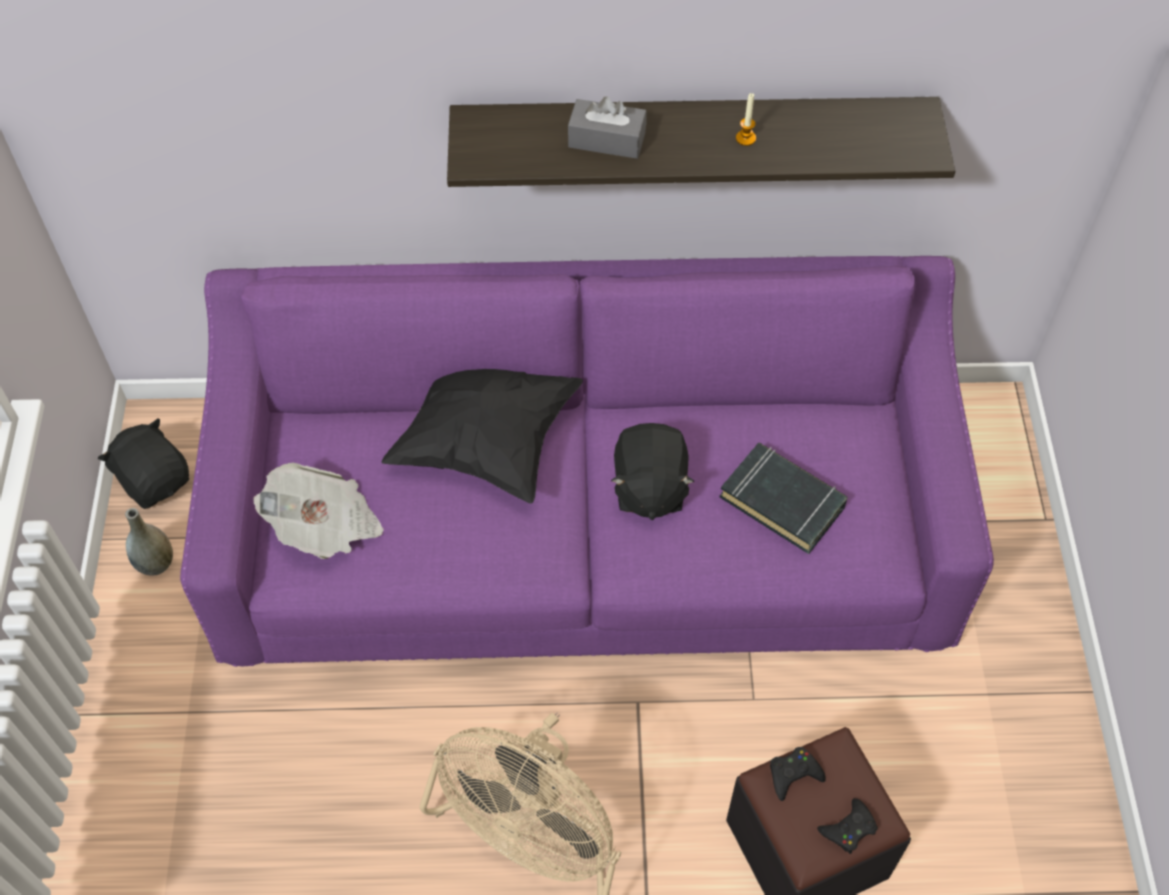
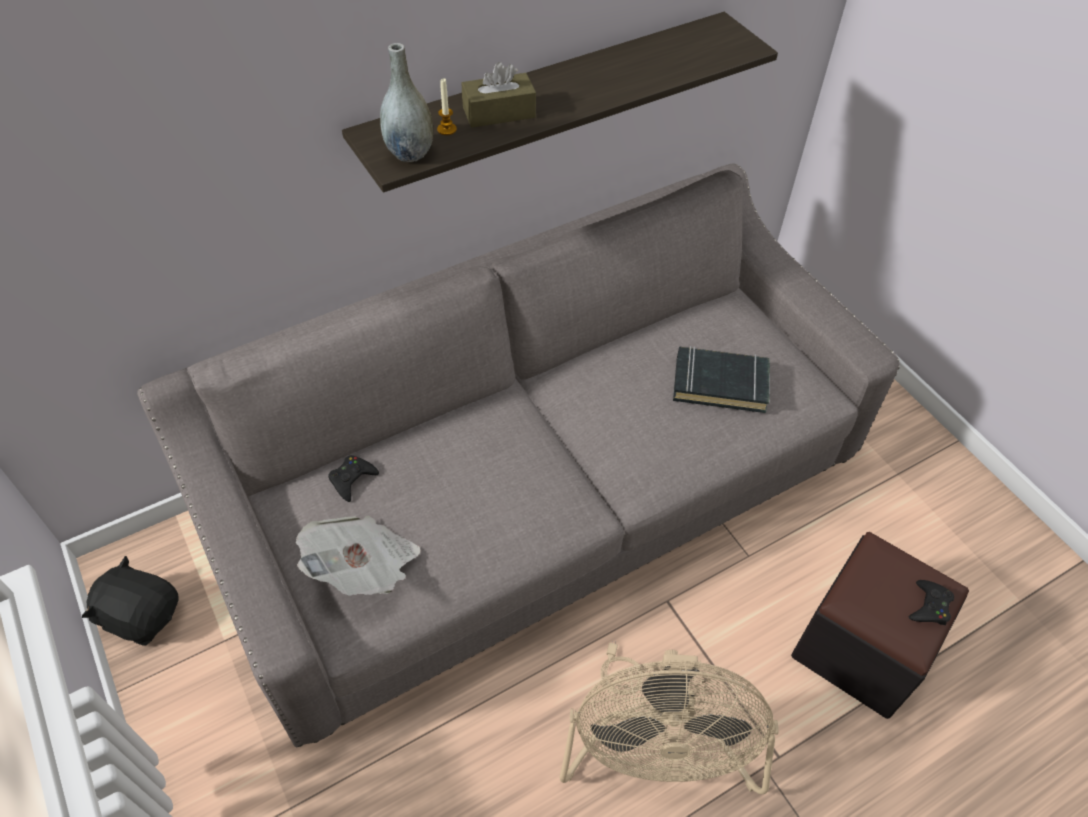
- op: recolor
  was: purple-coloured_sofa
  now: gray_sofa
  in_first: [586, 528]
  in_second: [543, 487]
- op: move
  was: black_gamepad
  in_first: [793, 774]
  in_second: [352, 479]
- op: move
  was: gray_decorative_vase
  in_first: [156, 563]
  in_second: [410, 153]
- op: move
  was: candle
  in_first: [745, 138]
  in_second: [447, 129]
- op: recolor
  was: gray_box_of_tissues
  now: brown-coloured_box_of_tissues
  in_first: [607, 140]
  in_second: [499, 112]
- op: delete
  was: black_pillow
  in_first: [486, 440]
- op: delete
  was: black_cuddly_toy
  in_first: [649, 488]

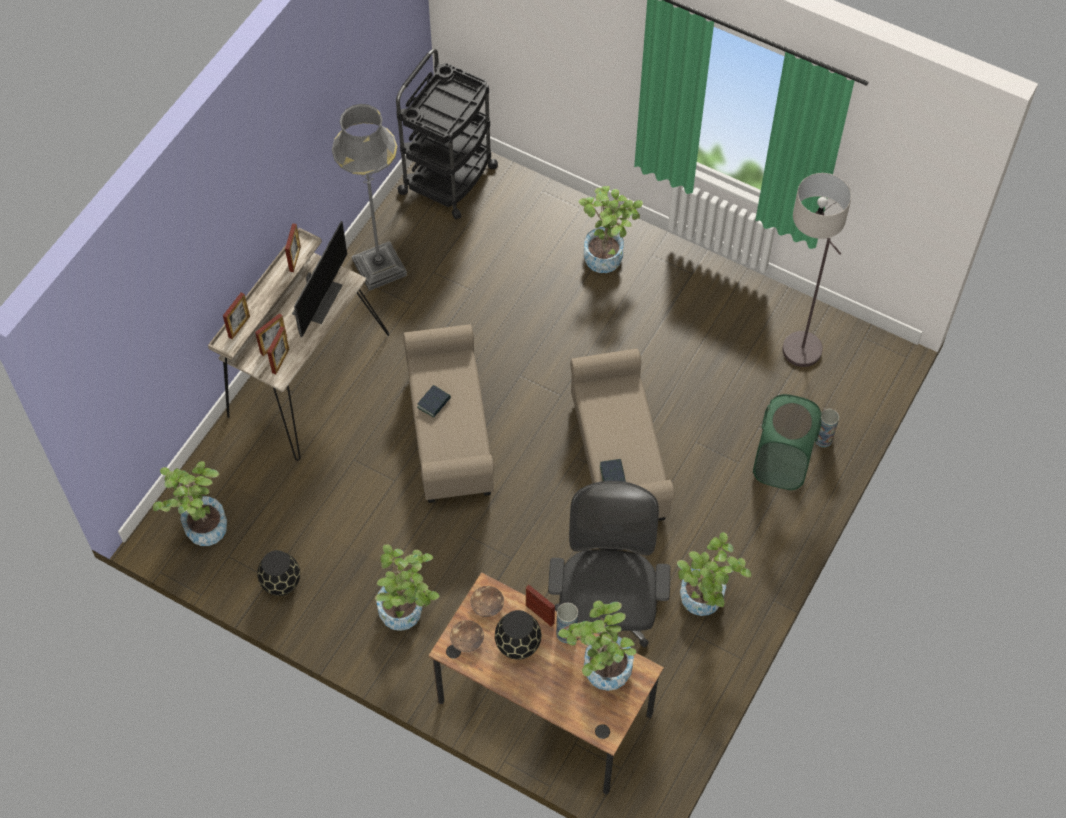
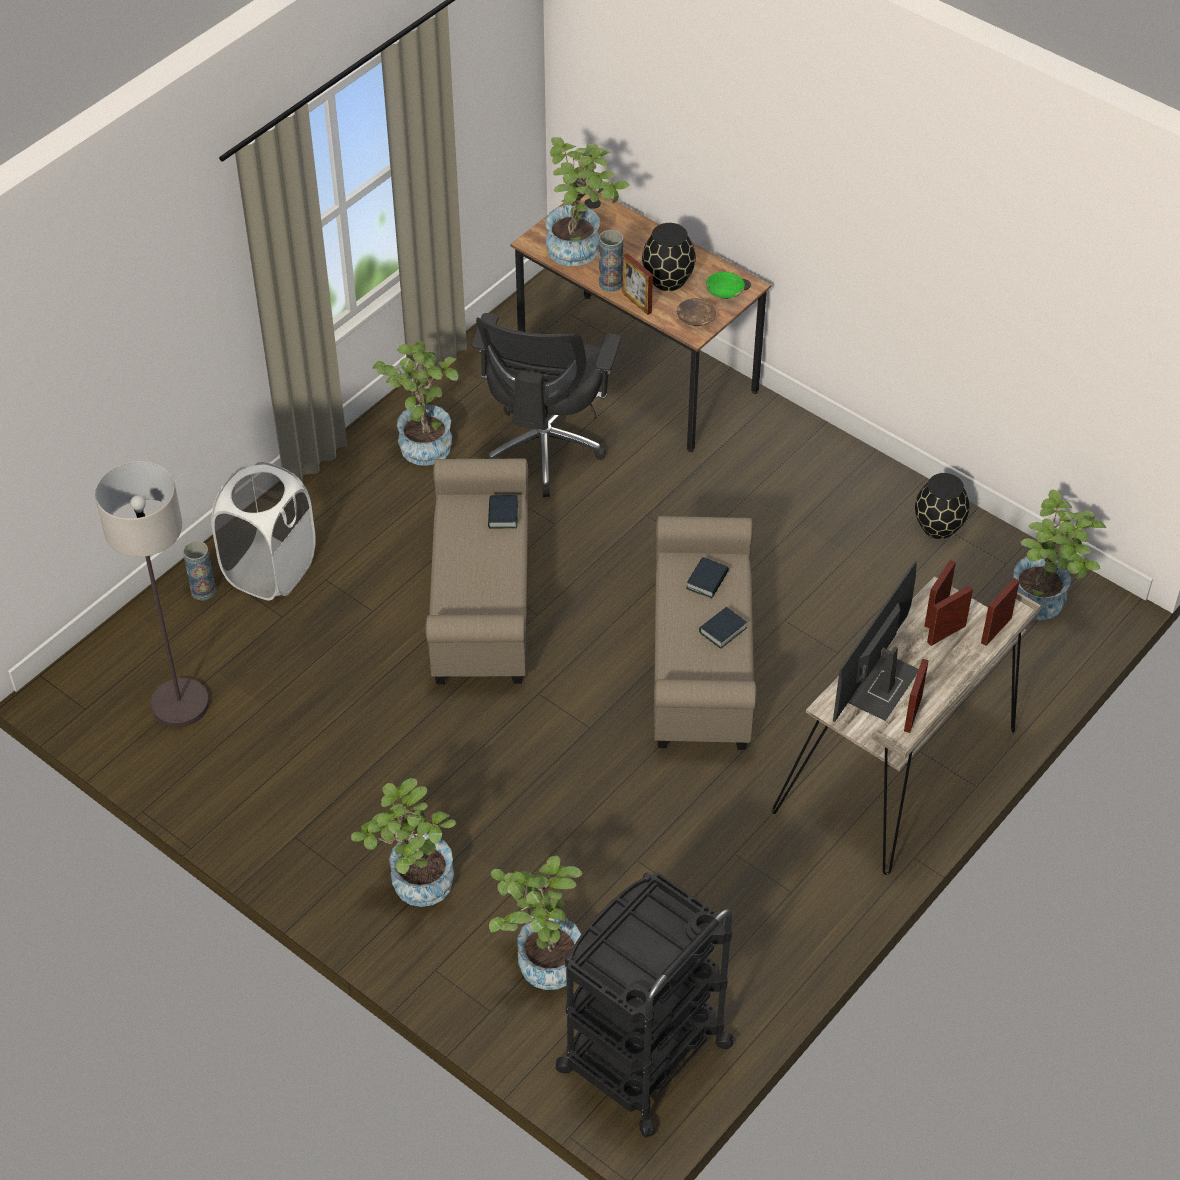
- op: recolor
  was: greenish_washing_basket
  now: white_washing_basket
  in_first: [781, 464]
  in_second: [270, 570]
- op: move
  was: houseplant
  in_first: [407, 612]
  in_second: [540, 960]
- op: insert
  now: bound_book
  in_second: [707, 581]
- op: recolor
  was: brown-coloured_bowl
  now: greenish_bowl
  in_first: [467, 638]
  in_second: [724, 292]
- op: delete
  was: gray_floor_lamp
  in_first: [379, 267]

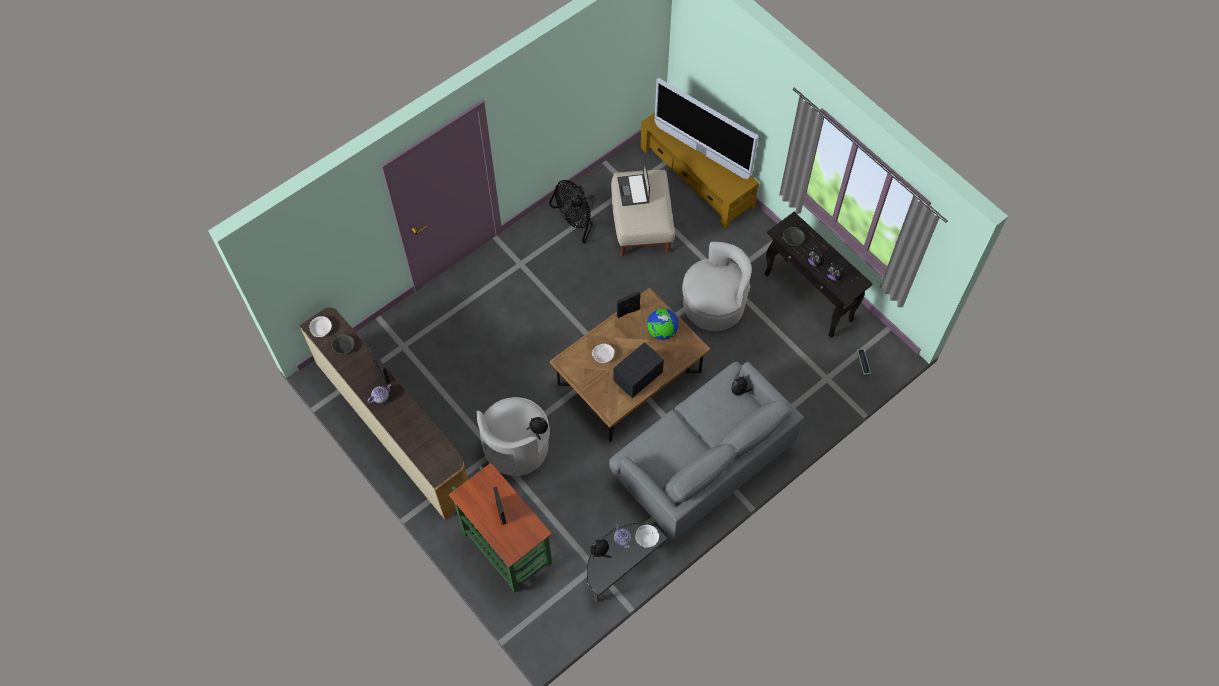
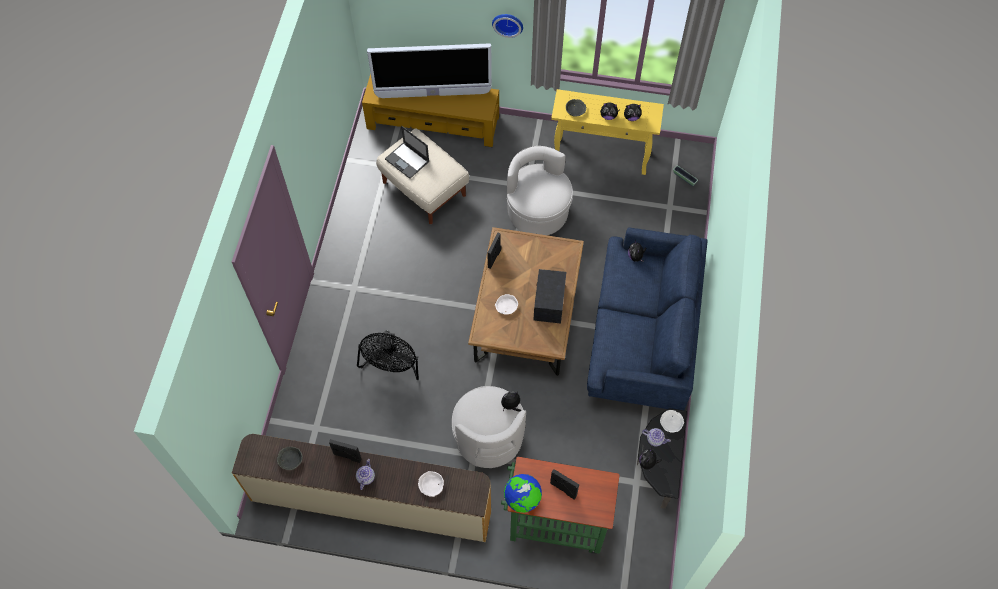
- op: move
  was: black_fan
  in_first: [576, 218]
  in_second: [390, 362]
- op: move
  was: white_bowl
  in_first: [321, 328]
  in_second: [431, 485]
- op: insert
  now: clock_on_the_wall
  in_second: [508, 23]
- op: move
  was: desk_globe
  in_first: [662, 331]
  in_second: [522, 499]
- op: rotate
  was: white_easy_chair
  in_first: [713, 306]
  in_second: [538, 213]
  clockwise: -45
- op: recolor
  was: black_console_table
  now: yellow_console_table
  in_first: [809, 297]
  in_second: [602, 156]
- op: recolor
  was: gray_sofa
  now: blue_sofa
  in_first: [703, 463]
  in_second: [641, 337]

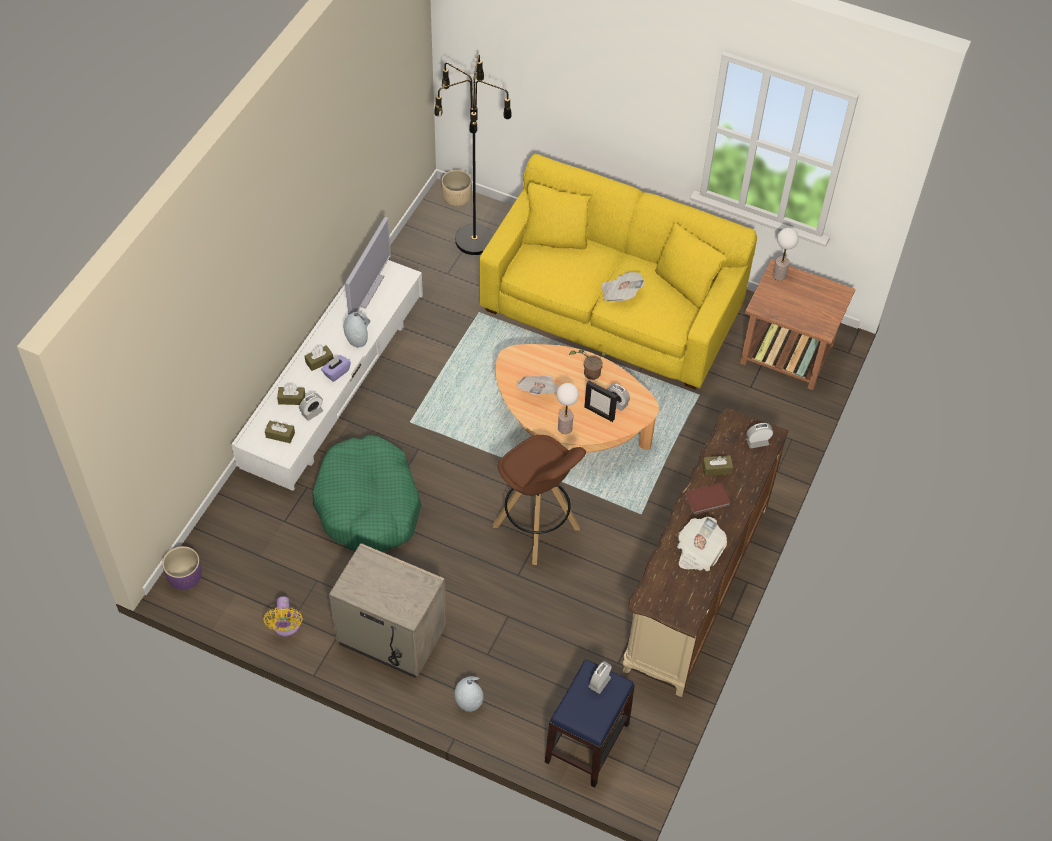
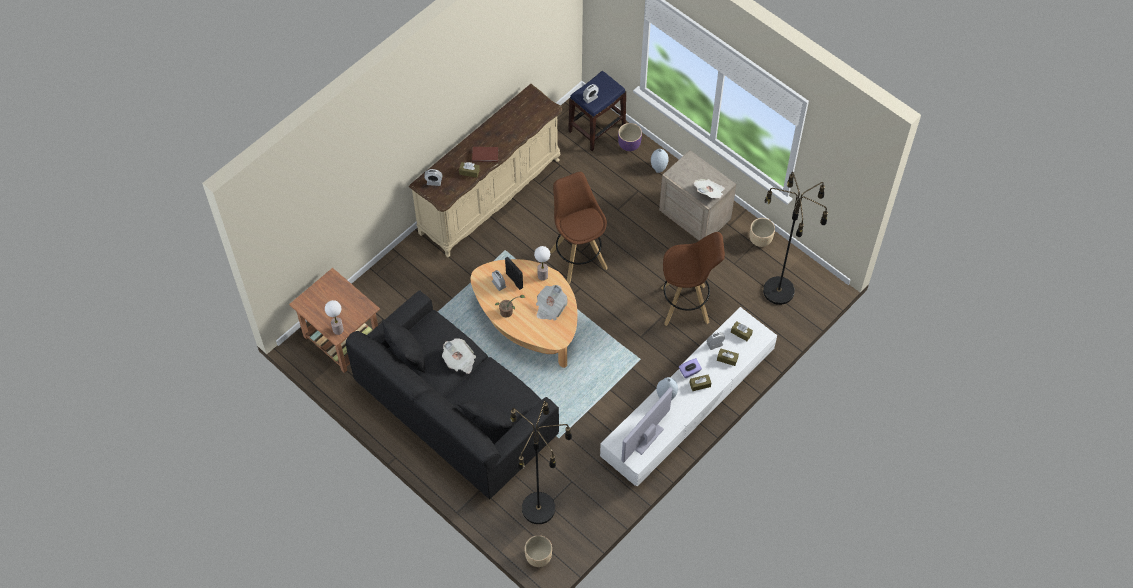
- op: recolor
  was: yellow_sofa
  now: black_sofa
  in_first: [610, 312]
  in_second: [456, 410]
- op: move
  was: purple-coloured_planter
  in_first: [185, 578]
  in_second: [629, 144]
- op: replace
  was: greenish_pet_bed
  now: brown-coloured_stool_seat
  in_first: [368, 505]
  in_second: [686, 305]
- op: move
  was: daily_paper
  in_first: [698, 552]
  in_second: [709, 193]
- op: replace
  was: yellow_fan
  now: beige-coloured_planter
  in_first: [286, 627]
  in_second: [760, 239]
- op: insert
  now: floor_lamp
  in_second: [779, 291]

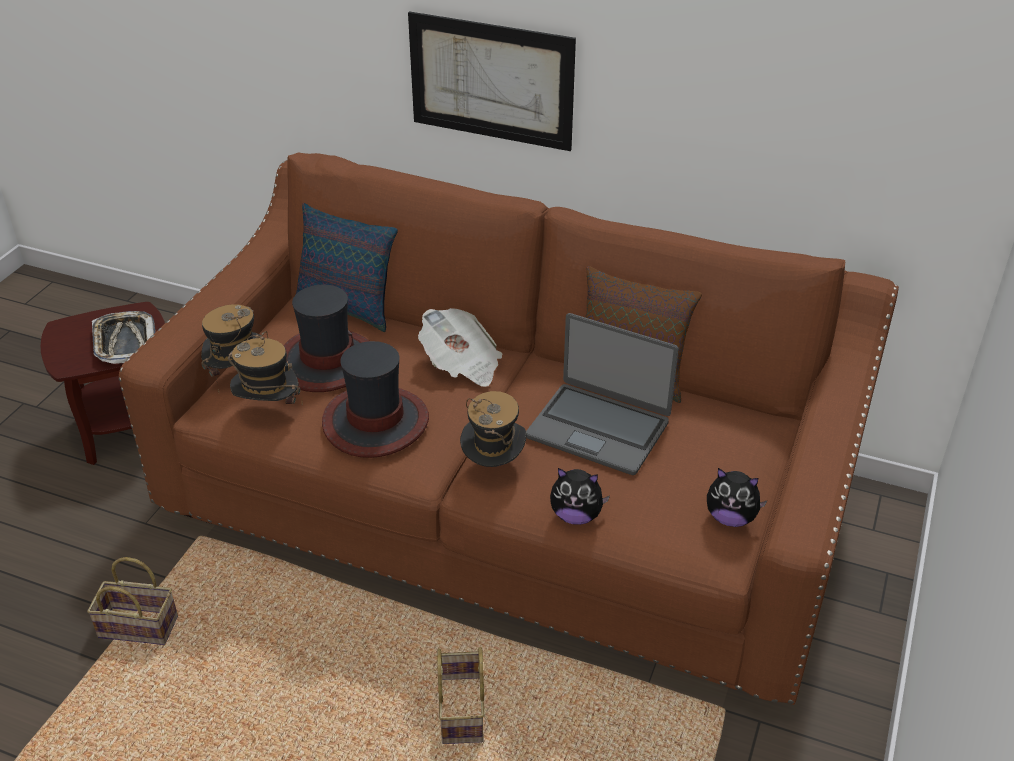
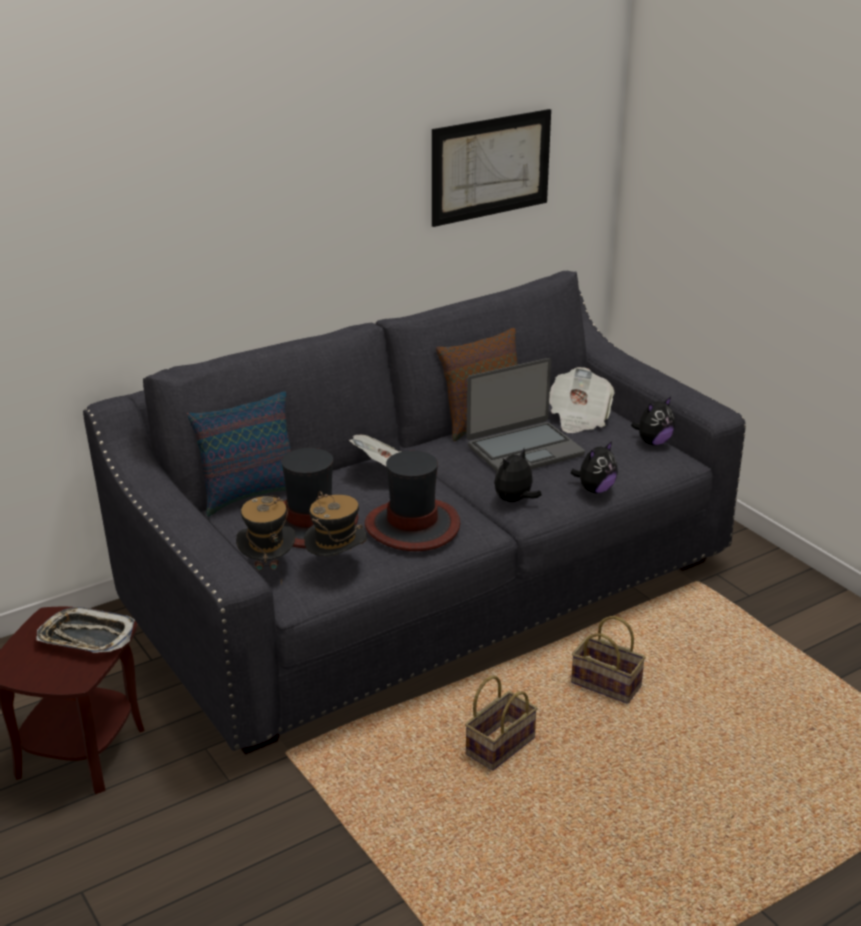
- op: recolor
  was: brown-coloured_sofa
  now: gray_sofa
  in_first: [508, 504]
  in_second: [430, 587]
- op: move
  was: wall_picture
  in_first: [491, 81]
  in_second: [491, 167]
- op: move
  was: household_basket
  in_first: [141, 626]
  in_second: [500, 745]
- op: replace
  was: hat
  now: cuddly_toy
  in_first: [493, 467]
  in_second: [514, 501]
- op: insert
  now: daily_paper
  in_second: [578, 418]

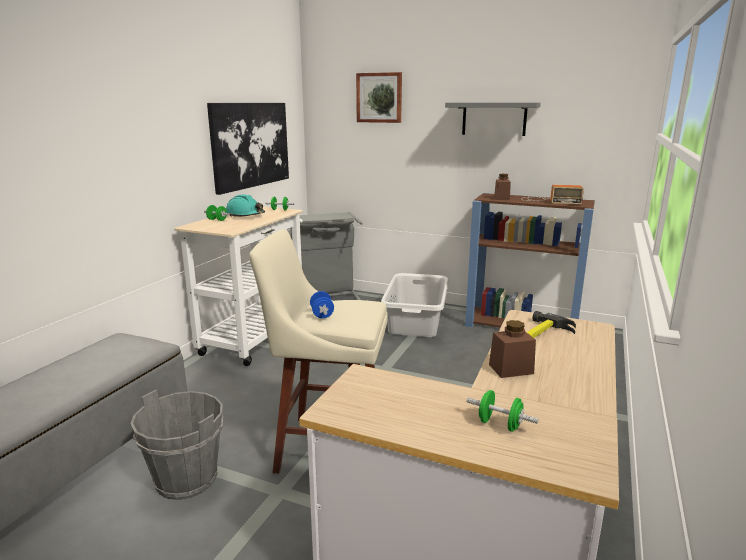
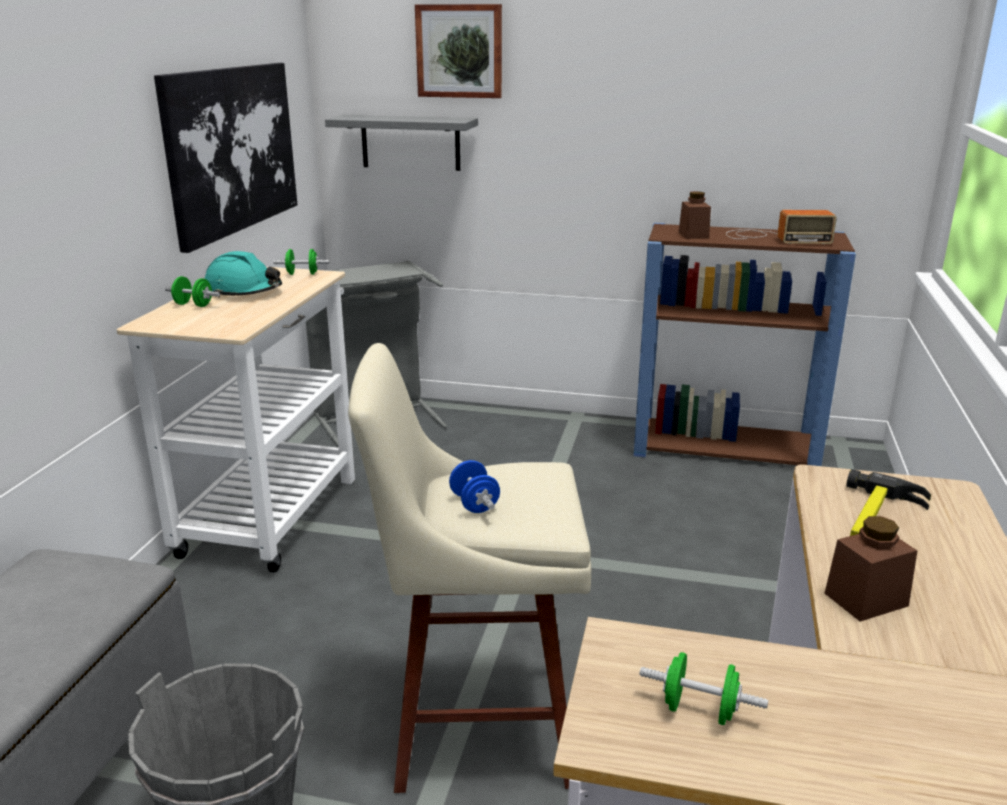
- op: move
  was: gray_wall_shelf
  in_first: [494, 119]
  in_second: [410, 142]
- op: move
  was: greenish_dumbbell
  in_first: [499, 424]
  in_second: [699, 710]
- op: delete
  was: gray_washing_basket
  in_first: [416, 321]

